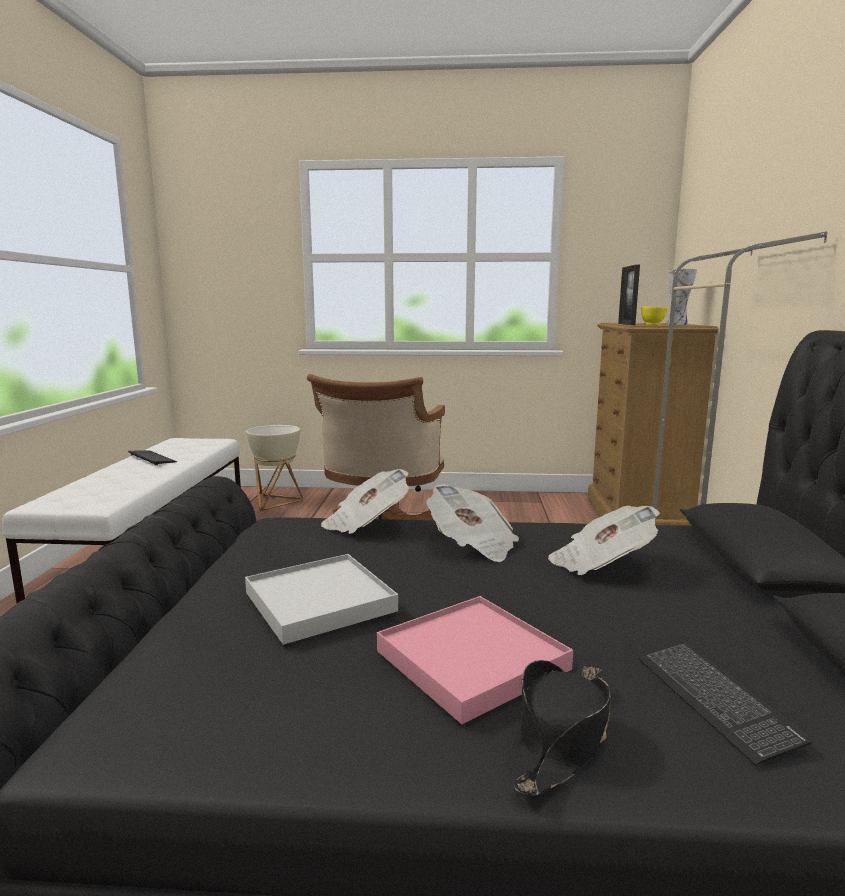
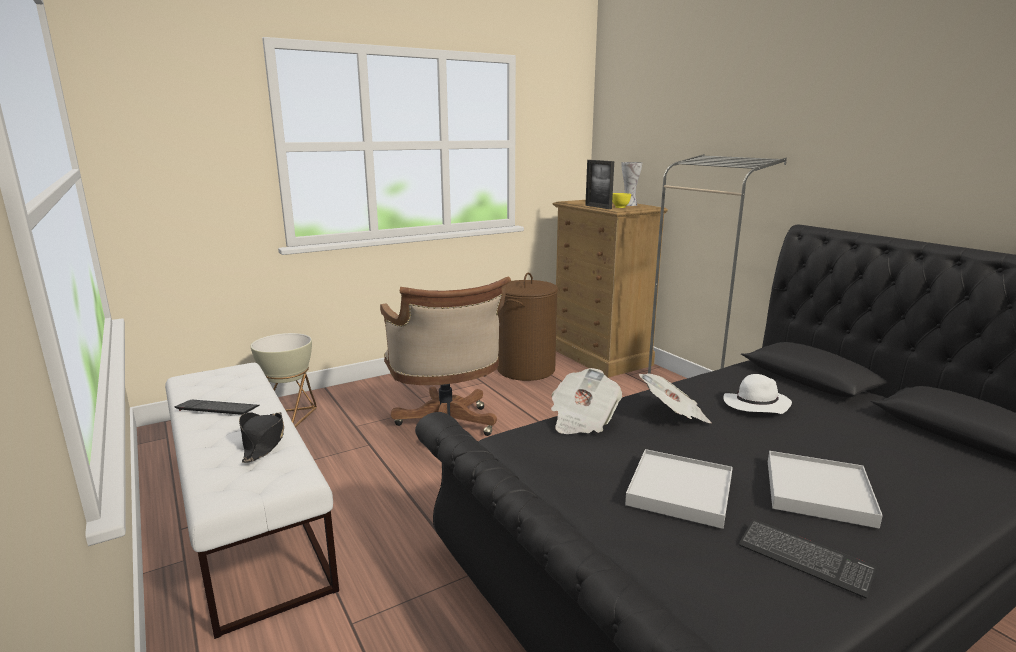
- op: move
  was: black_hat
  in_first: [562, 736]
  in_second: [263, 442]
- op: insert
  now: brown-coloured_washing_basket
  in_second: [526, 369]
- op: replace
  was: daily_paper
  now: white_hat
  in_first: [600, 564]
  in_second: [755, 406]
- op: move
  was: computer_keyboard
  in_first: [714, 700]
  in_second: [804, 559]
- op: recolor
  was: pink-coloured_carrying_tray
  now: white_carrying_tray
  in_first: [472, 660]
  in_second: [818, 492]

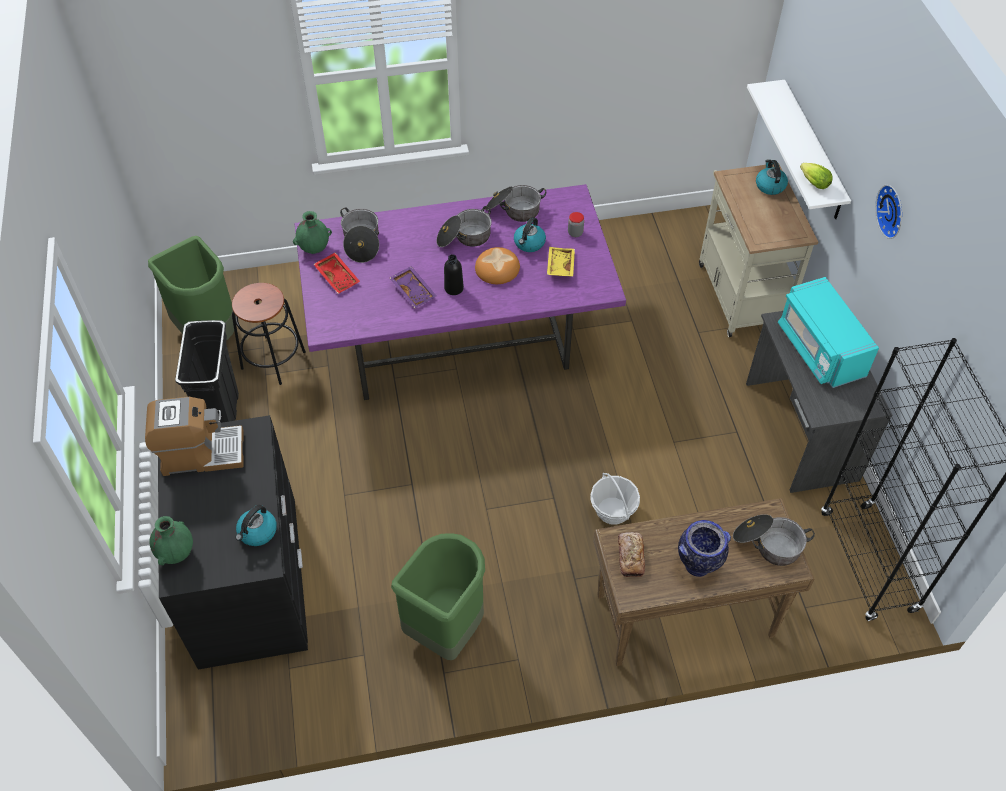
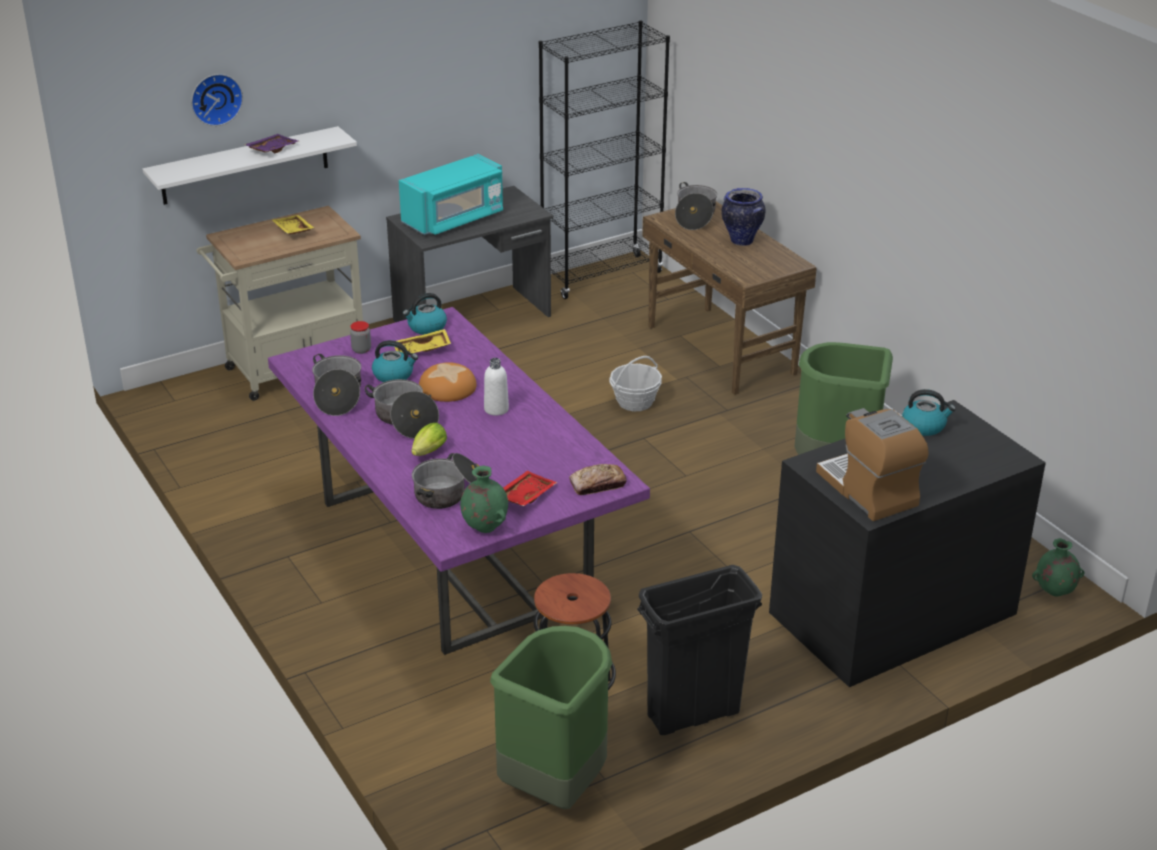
- op: move
  was: clock_on_the_wall
  in_first: [892, 211]
  in_second: [215, 98]
- op: move
  was: purple-coloured_carrying_tray
  in_first: [414, 291]
  in_second: [271, 149]
- op: insert
  now: yellow_carrying_tray
  in_second: [292, 231]
- op: move
  was: water_kettle
  in_first: [769, 186]
  in_second: [426, 327]
- op: move
  was: lettuce
  in_first: [812, 182]
  in_second: [427, 453]
- op: recolor
  was: black_bottle
  now: white_bottle
  in_first: [454, 288]
  in_second: [496, 409]
- op: move
  was: baked_bread
  in_first: [630, 557]
  in_second: [597, 485]
- op: move
  was: greenish_decorative_vase
  in_first: [177, 553]
  in_second: [1054, 592]

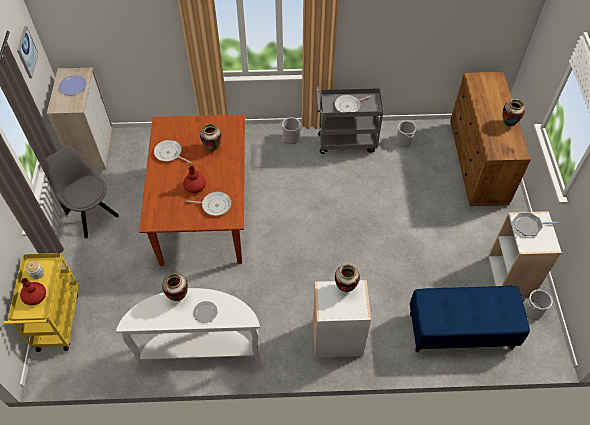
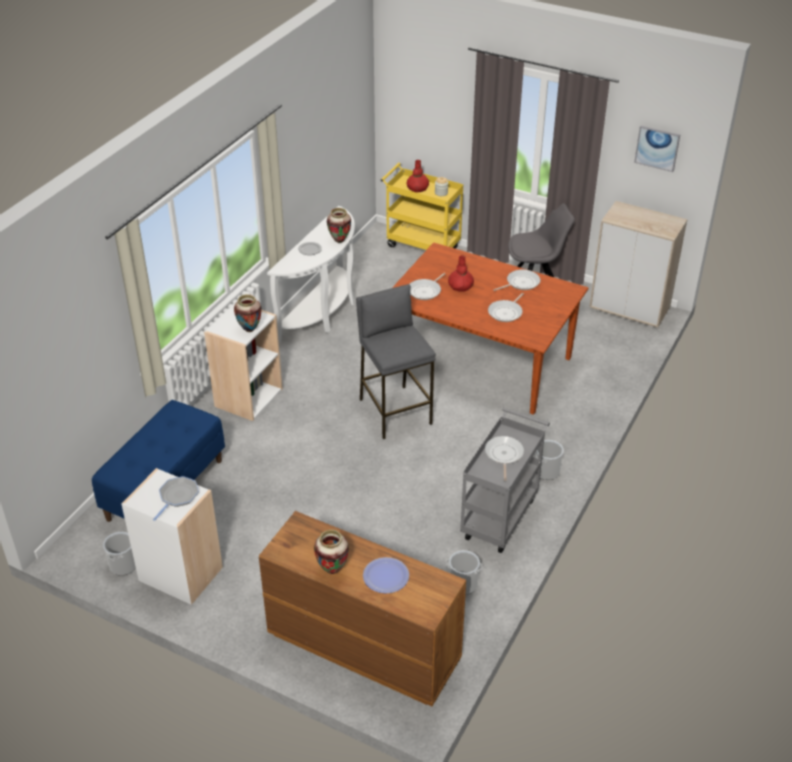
- op: insert
  now: gray_stool_seat
  in_second: [395, 411]
- op: move
  was: plate
  in_first: [73, 86]
  in_second: [386, 576]
- op: replace
  was: decorative_vase
  now: frying_pan
  in_first: [213, 148]
  in_second: [506, 312]

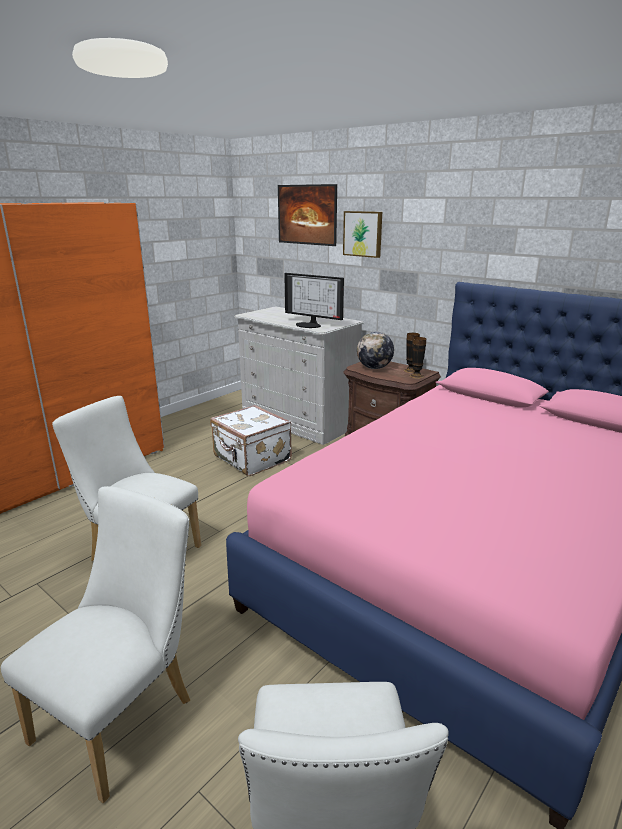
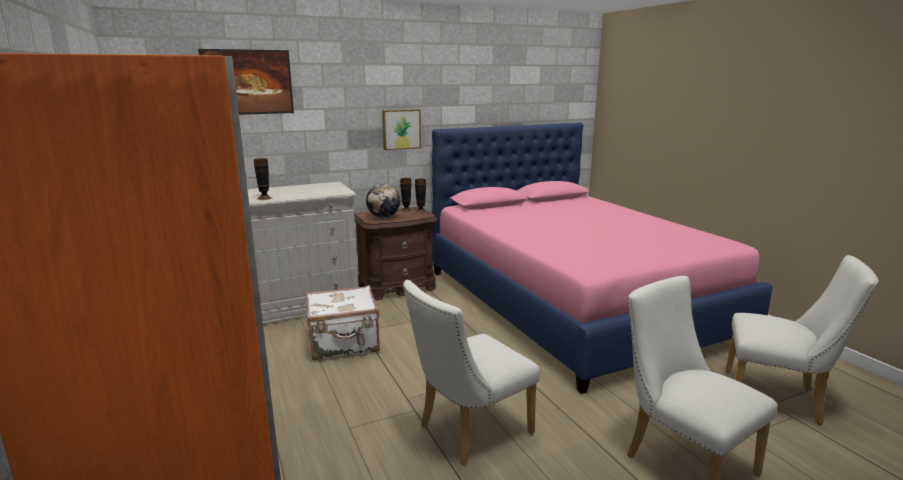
- op: insert
  now: decorative_vase
  in_second: [264, 198]
- op: move
  was: wall_picture
  in_first: [363, 234]
  in_second: [401, 129]
- op: delete
  was: computer_screen
  in_first: [310, 325]

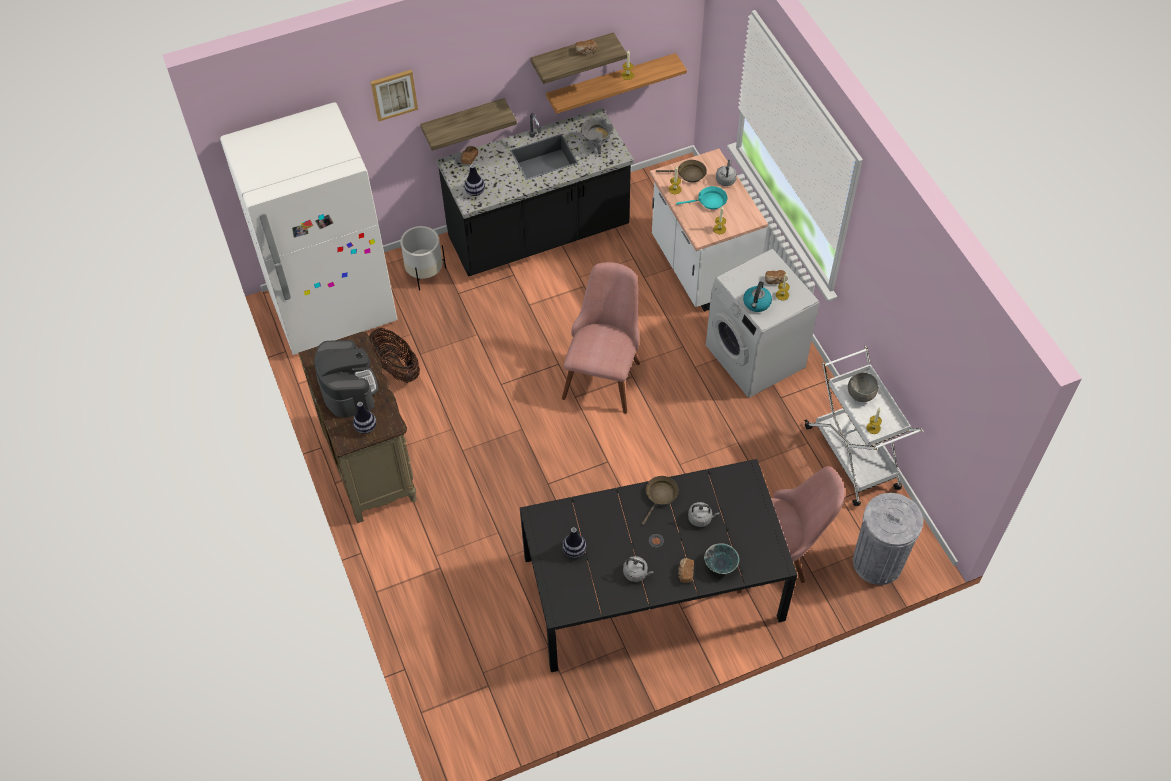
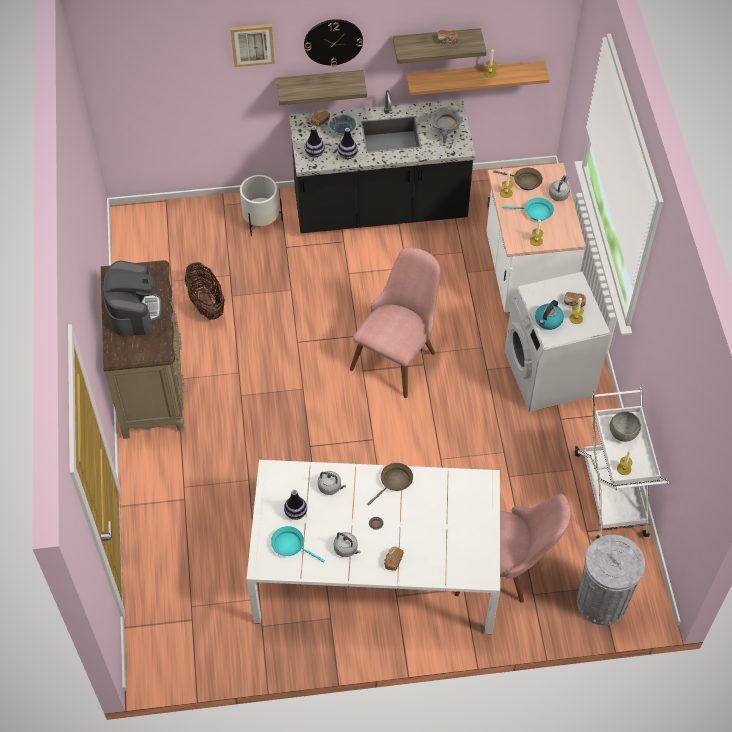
- op: recolor
  was: black_dinner_table
  now: white_dinner_table
  in_first: [652, 588]
  in_second: [375, 569]
- op: insert
  now: turquoise-coloured_frying_pan
  in_second: [290, 545]
- op: insert
  now: clock_on_the_wall
  in_second: [333, 41]
- op: move
  was: gray_water_kettle
  in_first: [701, 518]
  in_second: [331, 487]
- op: move
  was: bowl
  in_first: [721, 565]
  in_second: [342, 132]
- op: move
  was: decorative_vase
  in_first: [366, 427]
  in_second: [347, 155]
- op: delete
  was: white_kitchen_fridge
  in_first: [333, 308]

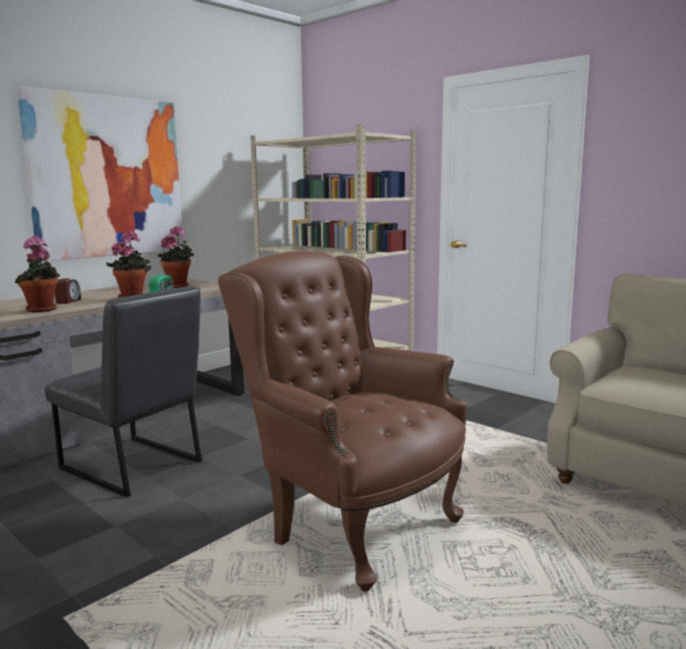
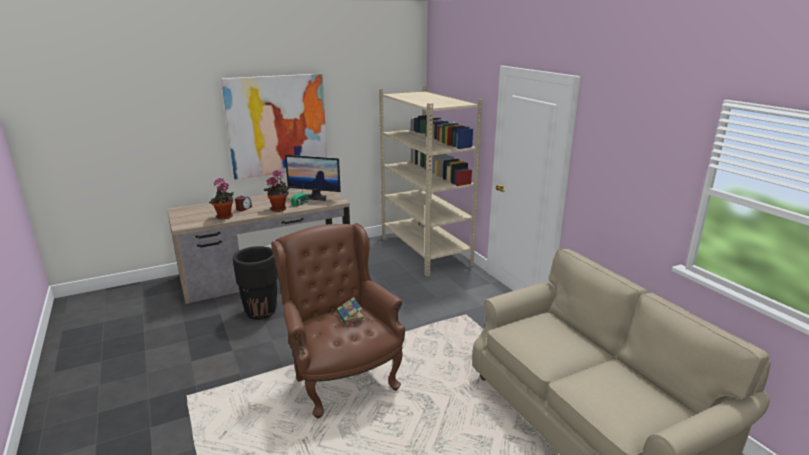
- op: replace
  was: gray_plain_chair
  now: black_planter
  in_first: [133, 466]
  in_second: [261, 312]
- op: replace
  was: houseplant
  now: computer_screen
  in_first: [179, 286]
  in_second: [315, 197]
- op: insert
  now: bound_book
  in_second: [351, 317]

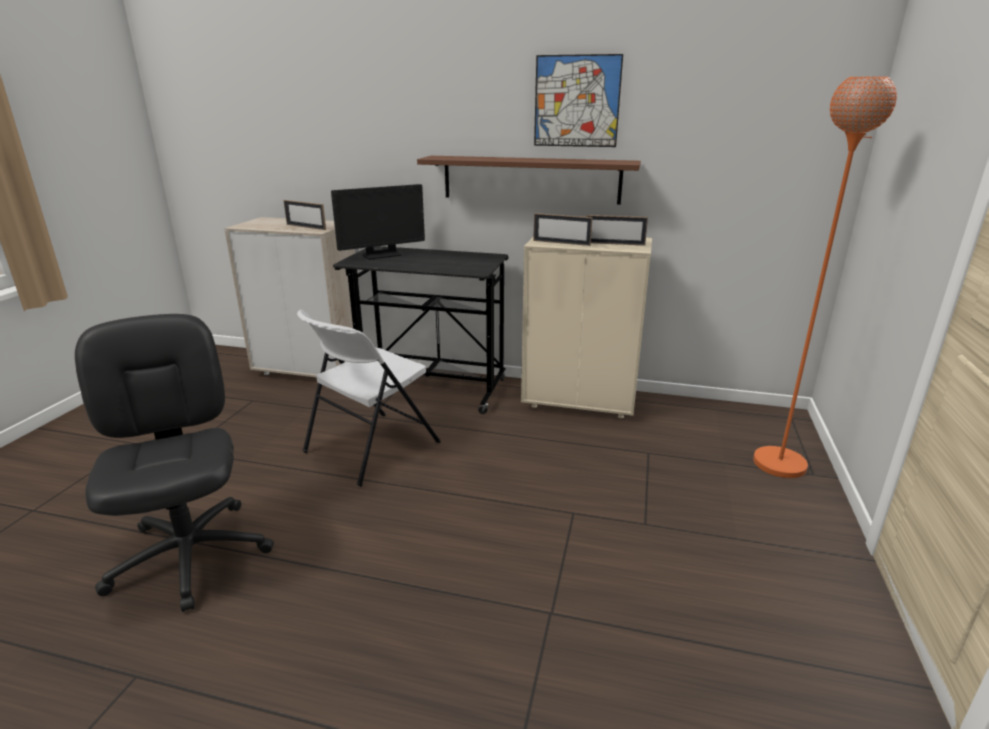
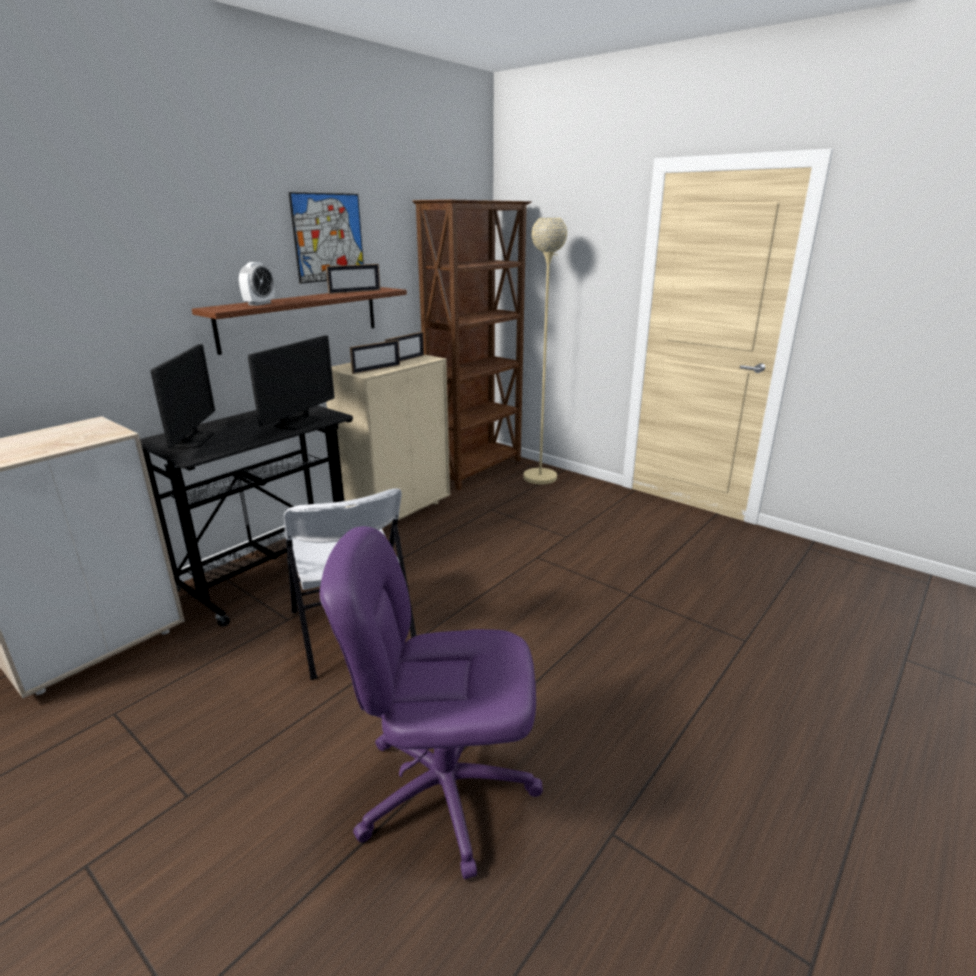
- op: insert
  now: bedside_clock
  in_second: [259, 304]
- op: insert
  now: computer_screen
  in_second: [298, 422]
- op: recolor
  was: black_desk_chair
  now: purple-coloured_desk_chair
  in_first: [191, 554]
  in_second: [445, 789]
- op: move
  was: standing_frame
  in_first: [306, 227]
  in_second: [355, 291]
- op: insert
  now: brown-coloured_bookshelf
  in_second: [477, 470]
- op: recolor
  was: orange_floor_lamp
  now: beige-coloured_floor_lamp
  in_first: [780, 464]
  in_second: [540, 477]

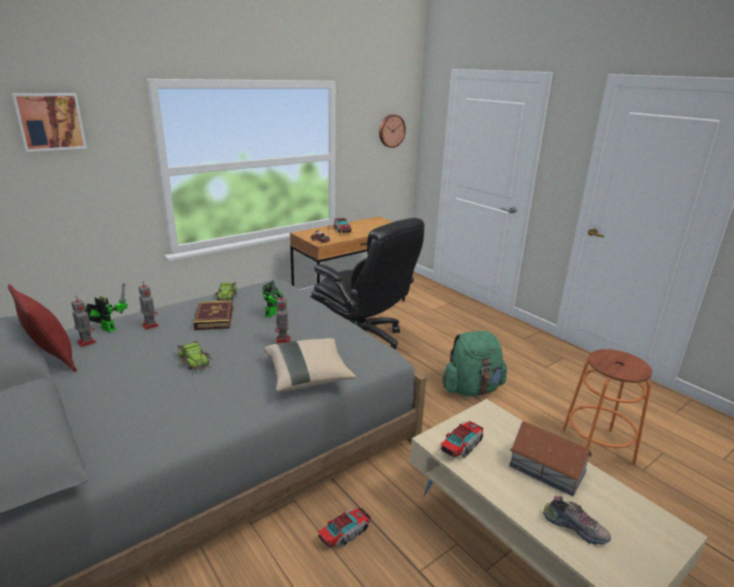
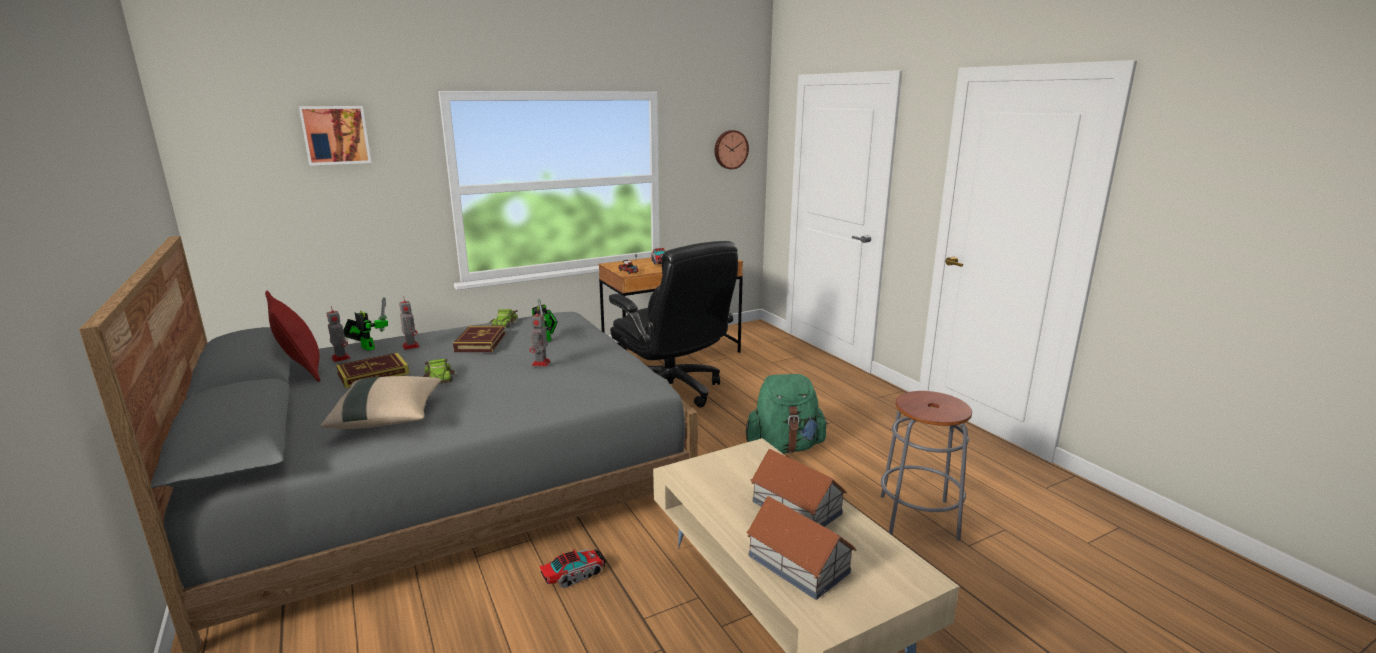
- op: move
  was: beige-coloured_pillow
  in_first: [308, 376]
  in_second: [388, 418]
- op: insert
  now: bound_book
  in_second: [373, 374]
- op: replace
  was: shoe
  now: model_house
  in_first: [575, 528]
  in_second: [798, 563]
- op: recolor
  was: orange_stool_seat
  now: gray_stool_seat
  in_first: [597, 447]
  in_second: [918, 517]
- op: delete
  was: toy_lorry
  in_first: [461, 446]

